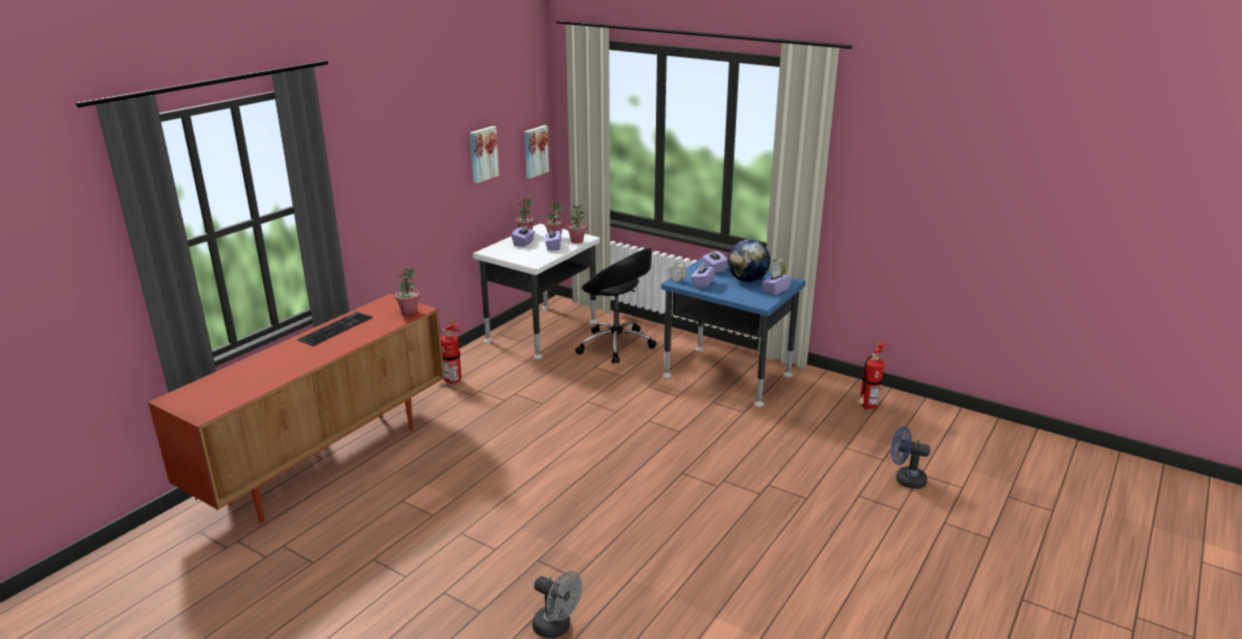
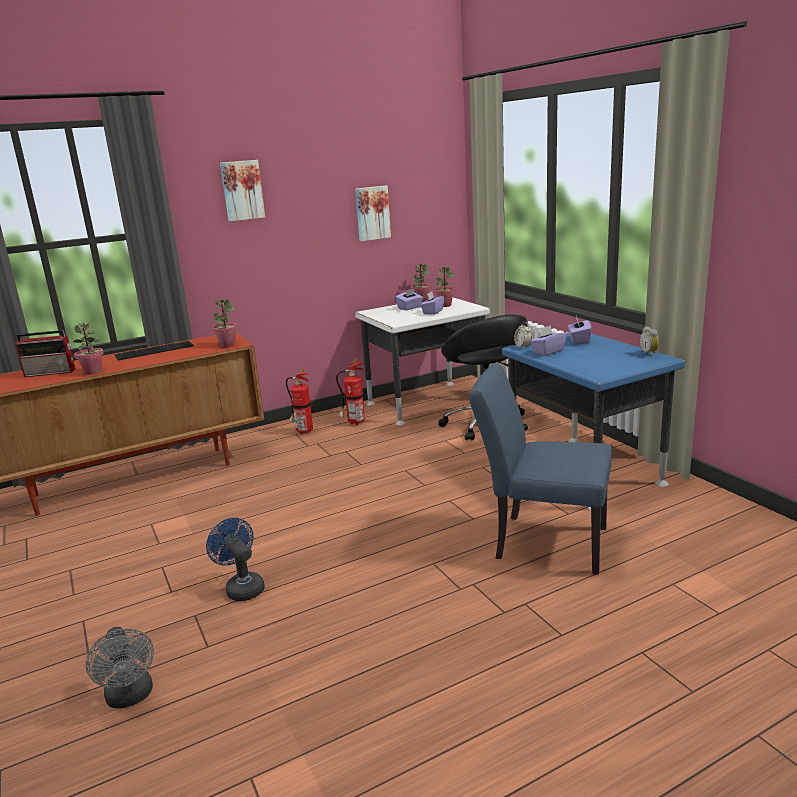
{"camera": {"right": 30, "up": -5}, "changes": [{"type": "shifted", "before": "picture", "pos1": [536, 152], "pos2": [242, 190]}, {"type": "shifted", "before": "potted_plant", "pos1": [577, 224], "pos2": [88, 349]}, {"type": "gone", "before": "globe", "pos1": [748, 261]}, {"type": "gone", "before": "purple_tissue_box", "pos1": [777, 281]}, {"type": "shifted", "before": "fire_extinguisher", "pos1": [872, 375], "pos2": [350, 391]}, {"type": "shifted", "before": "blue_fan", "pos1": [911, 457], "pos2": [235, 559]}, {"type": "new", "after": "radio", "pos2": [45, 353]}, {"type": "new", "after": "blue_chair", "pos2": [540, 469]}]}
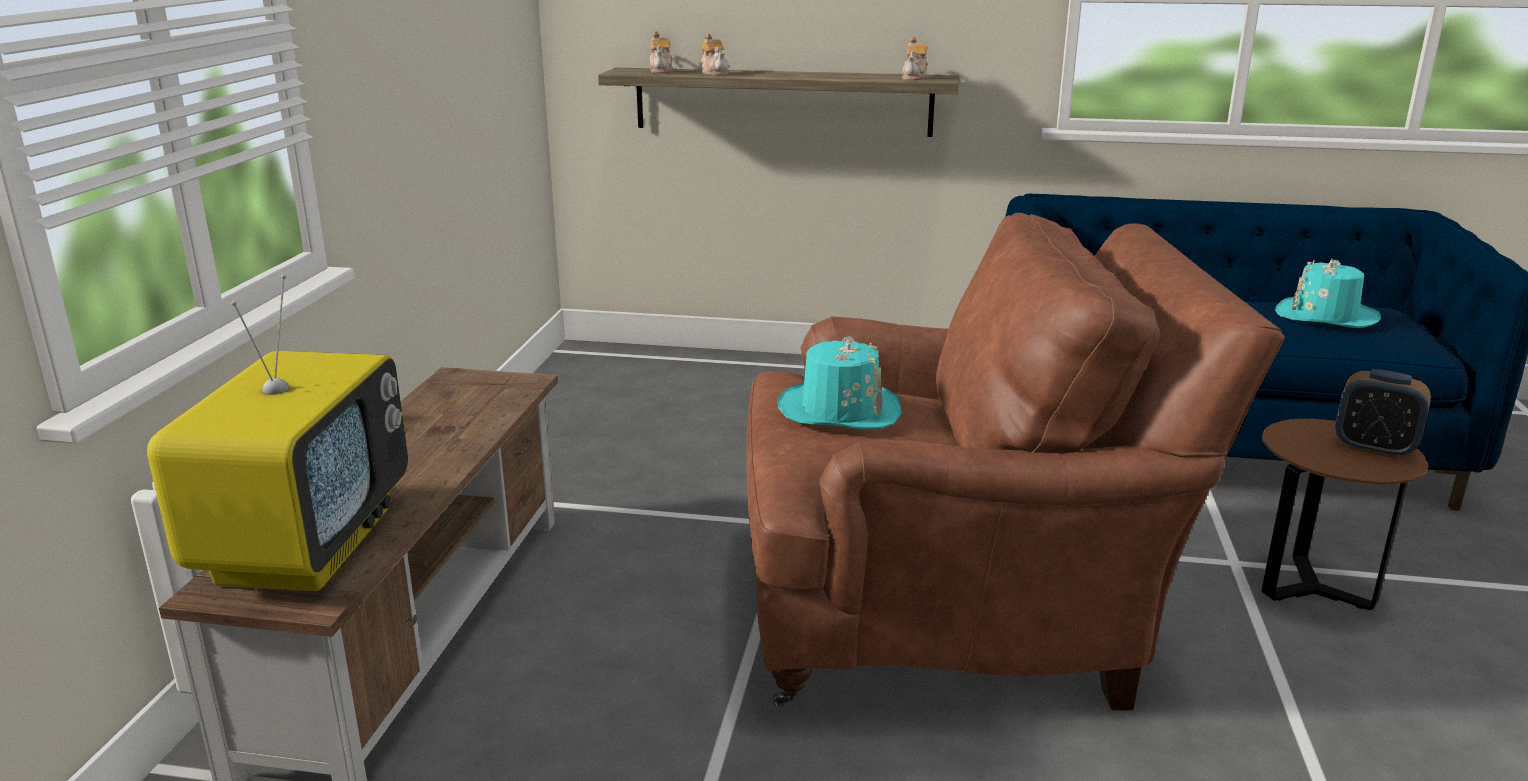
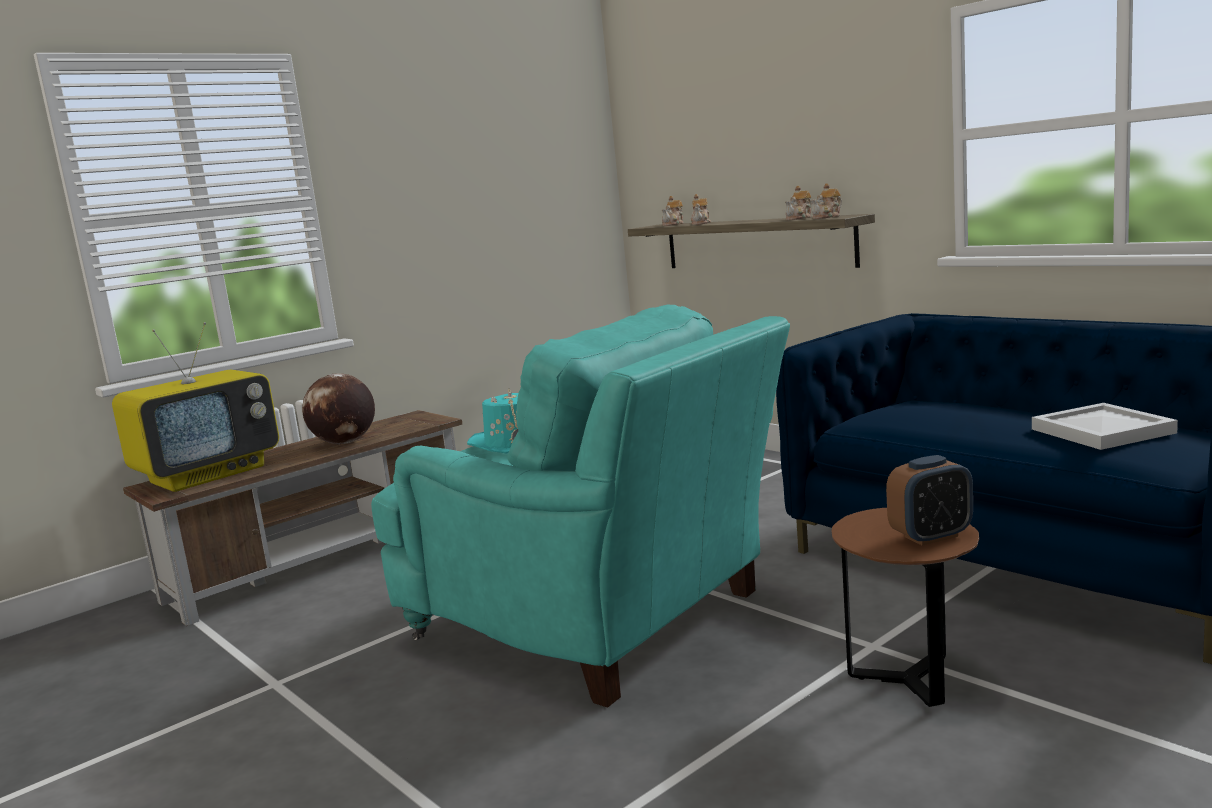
{"camera": {"right": 40, "up": -10}, "changes": [{"type": "repainted", "before": "brown_armchair", "after": "turquoise_armchair", "pos1": [1015, 462], "pos2": [580, 506]}, {"type": "swapped", "before": "turquoise_hat", "after": "white_tray", "pos1": [1328, 293], "pos2": [1105, 426]}, {"type": "rotated", "before": "alarm_clock", "pos1": [1383, 414], "pos2": [929, 500], "turn": -90}, {"type": "new", "after": "globe", "pos2": [338, 408]}, {"type": "new", "after": "teapot", "pos2": [798, 203]}]}
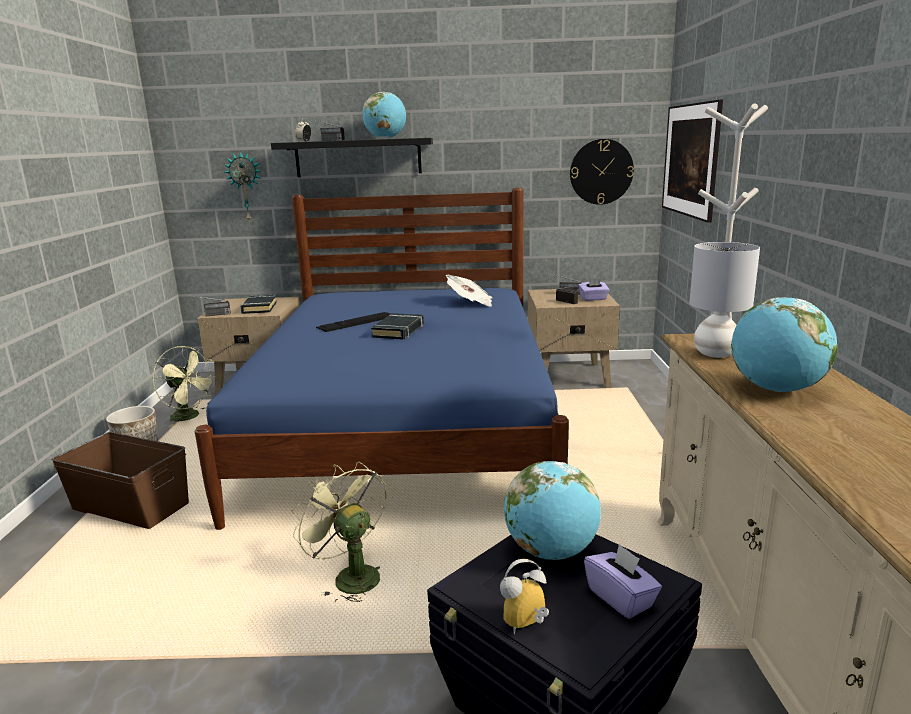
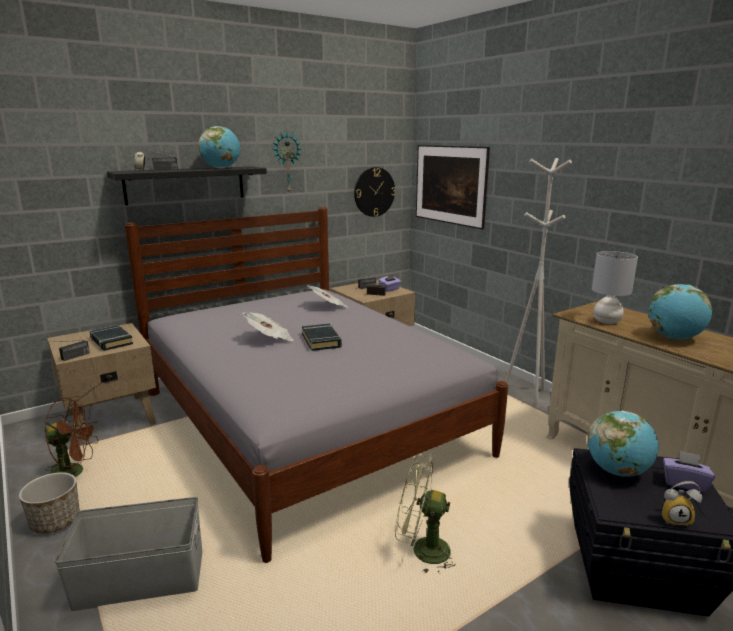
{"camera": {"right": -35, "up": 0}, "changes": [{"type": "repainted", "before": "brown_storage_box", "after": "grey_storage_box", "pos1": [120, 480], "pos2": [128, 554]}, {"type": "repainted", "before": "green_fan", "after": "brown_fan", "pos1": [184, 386], "pos2": [71, 436]}, {"type": "repainted", "before": "blue_bed", "after": "grey_bed", "pos1": [382, 358], "pos2": [316, 385]}, {"type": "shifted", "before": "wall_clock", "pos1": [242, 186], "pos2": [286, 163]}, {"type": "swapped", "before": "keyboard", "after": "newspaper", "pos1": [353, 322], "pos2": [268, 326]}, {"type": "rotated", "before": "alarm_clock", "pos1": [524, 596], "pos2": [682, 504], "turn": -105}]}
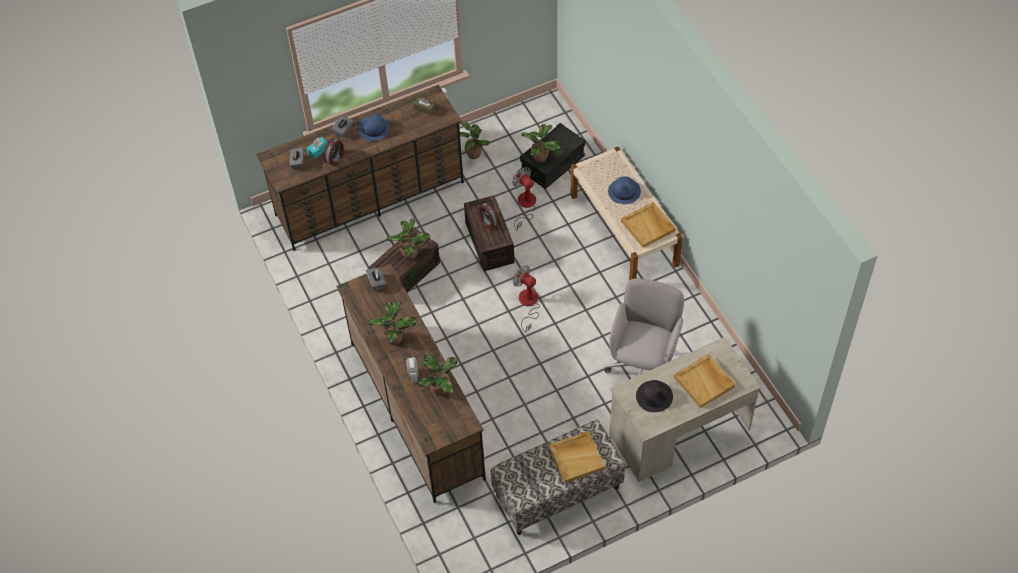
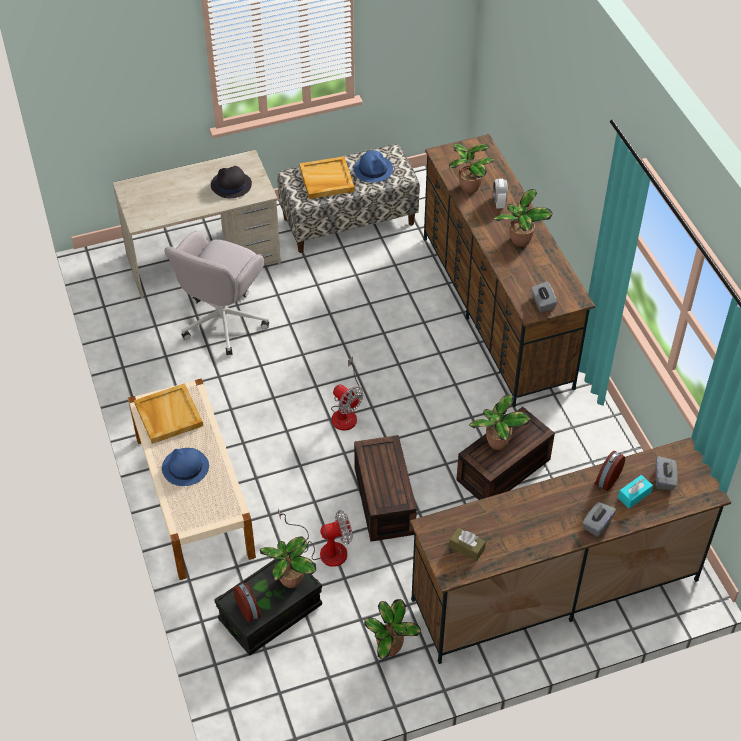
{"camera": {"right": -175, "up": -5}, "changes": [{"type": "shifted", "before": "blue_hat", "pos1": [374, 127], "pos2": [373, 166]}, {"type": "shifted", "before": "alarm_clock", "pos1": [489, 215], "pos2": [247, 602]}, {"type": "rotated", "before": "fan", "pos1": [524, 198], "pos2": [315, 537], "turn": -75}, {"type": "gone", "before": "beige_tray", "pos1": [704, 381]}]}
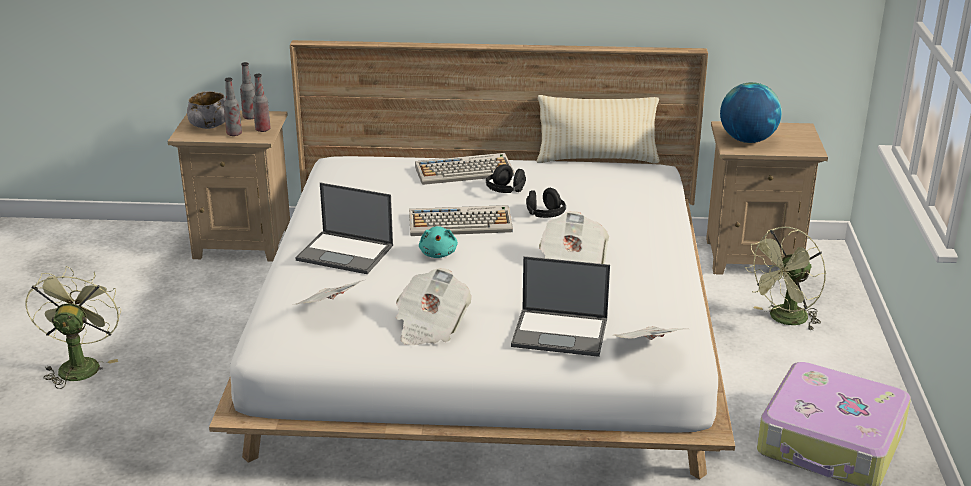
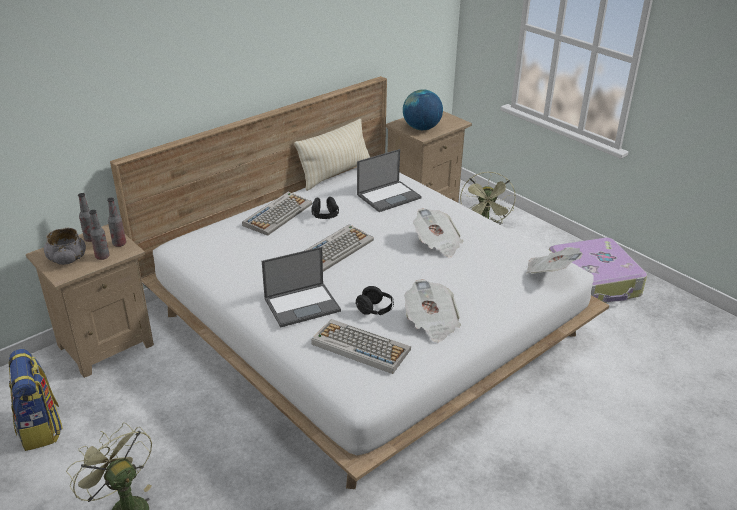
{"camera": {"right": -45, "up": 5}, "changes": [{"type": "swapped", "before": "newspaper", "after": "keyboard", "pos1": [329, 292], "pos2": [361, 346]}, {"type": "gone", "before": "turquoise_plush_toy", "pos1": [438, 242]}, {"type": "shifted", "before": "laptop", "pos1": [560, 306], "pos2": [389, 180]}, {"type": "shifted", "before": "black_headphones", "pos1": [546, 203], "pos2": [374, 300]}, {"type": "new", "after": "backpack", "pos2": [36, 400]}]}
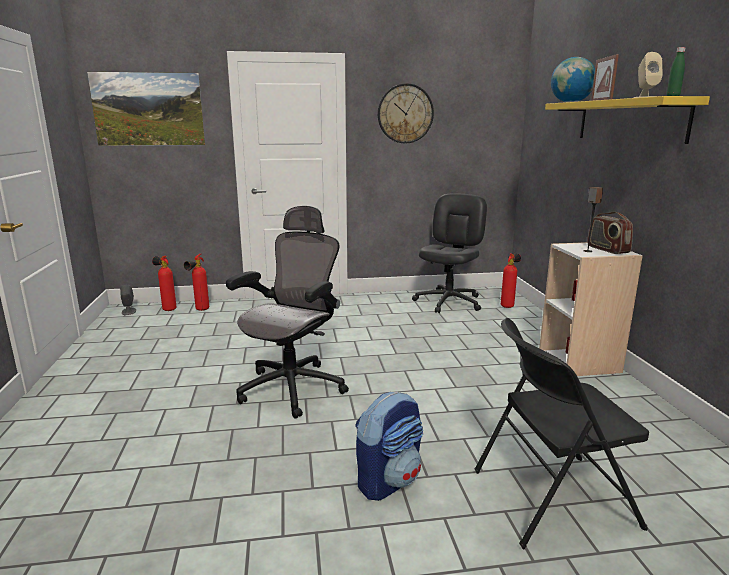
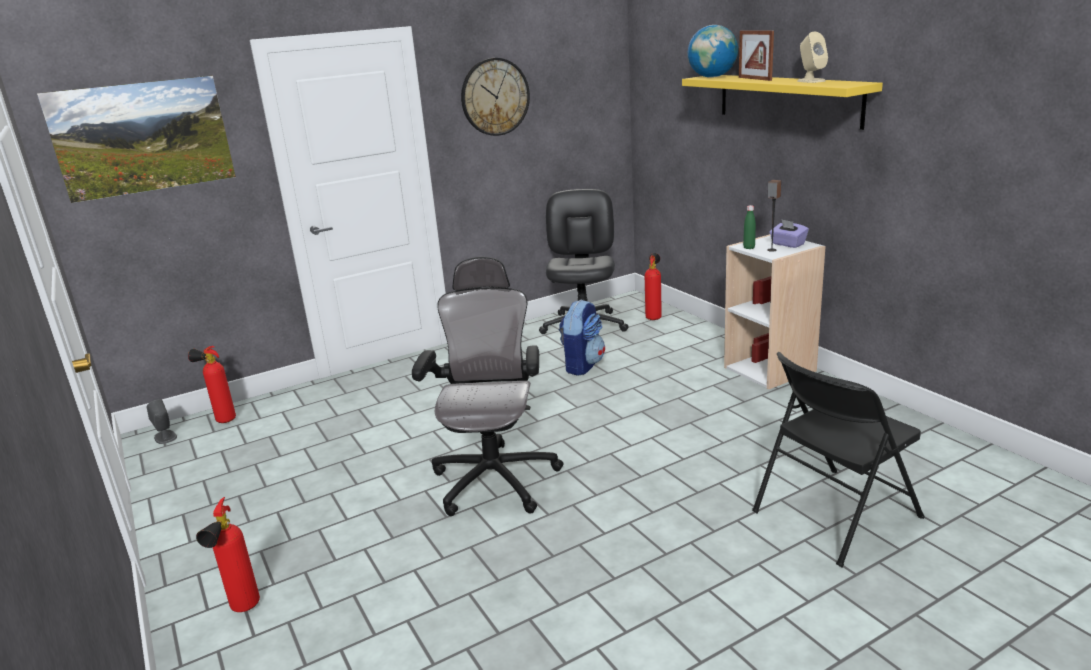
{"camera": {"right": -20, "up": 5}, "changes": [{"type": "shifted", "before": "fire_extinguisher", "pos1": [196, 282], "pos2": [228, 554]}, {"type": "shifted", "before": "backpack", "pos1": [389, 446], "pos2": [582, 338]}, {"type": "swapped", "before": "radio", "after": "purple_tissue_box", "pos1": [610, 233], "pos2": [789, 233]}, {"type": "shifted", "before": "green_bottle", "pos1": [676, 71], "pos2": [749, 227]}]}
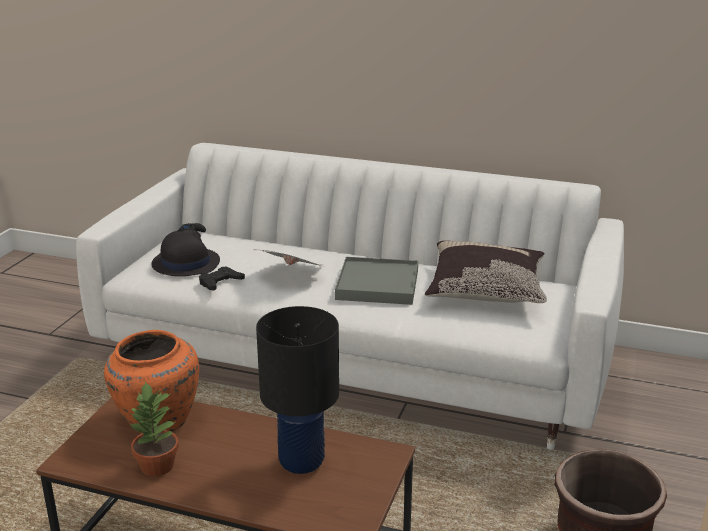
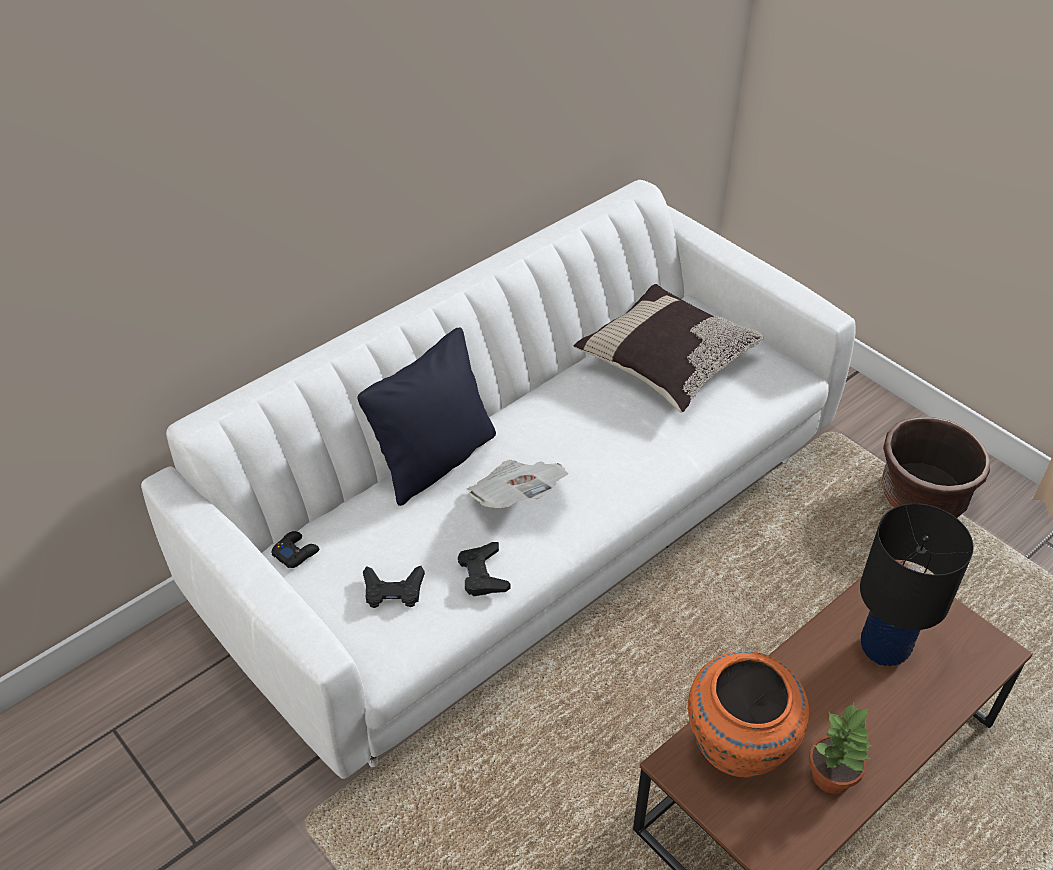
{"camera": {"right": -60, "up": 20}, "changes": [{"type": "swapped", "before": "black_hat", "after": "black_game_controller", "pos1": [185, 253], "pos2": [394, 587]}, {"type": "gone", "before": "grey_tray", "pos1": [376, 281]}, {"type": "new", "after": "black_pillow", "pos2": [427, 416]}]}
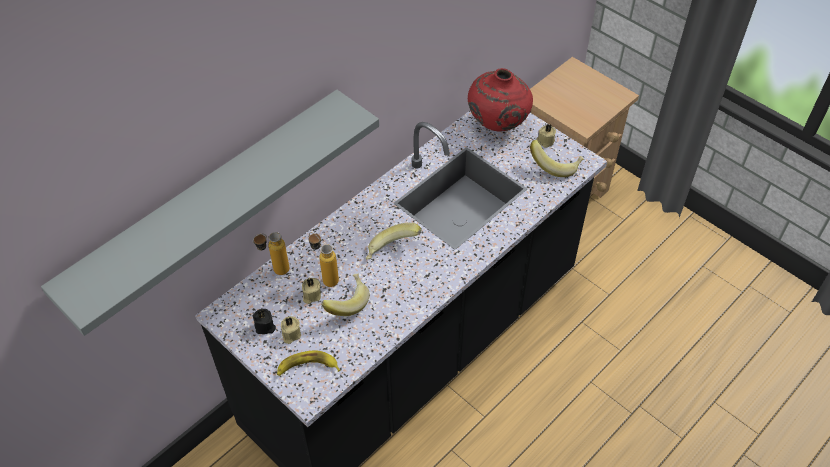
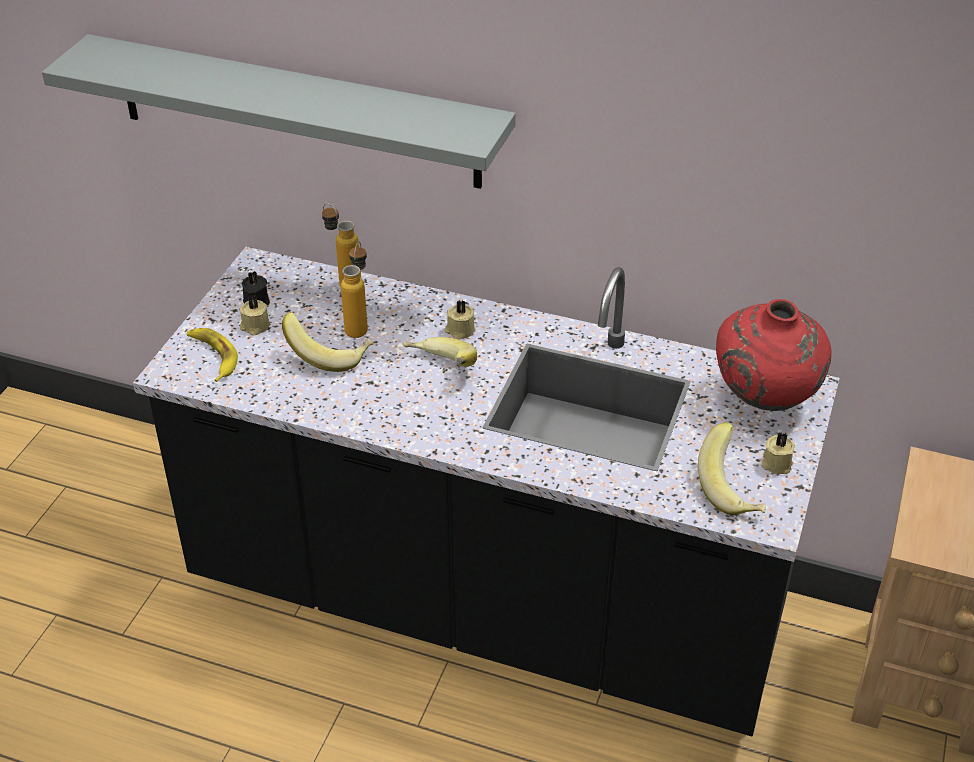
{"camera": {"right": 65, "up": -10}, "changes": [{"type": "shifted", "before": "beige_candle", "pos1": [311, 291], "pos2": [460, 320]}]}
